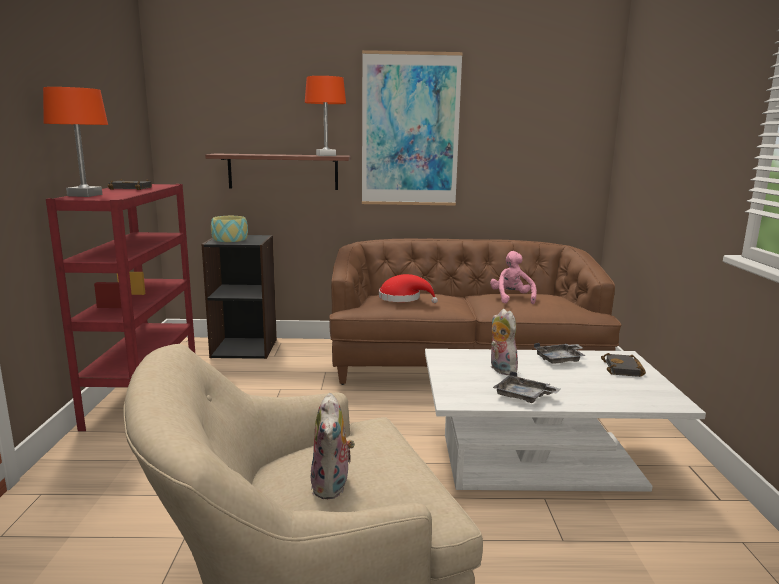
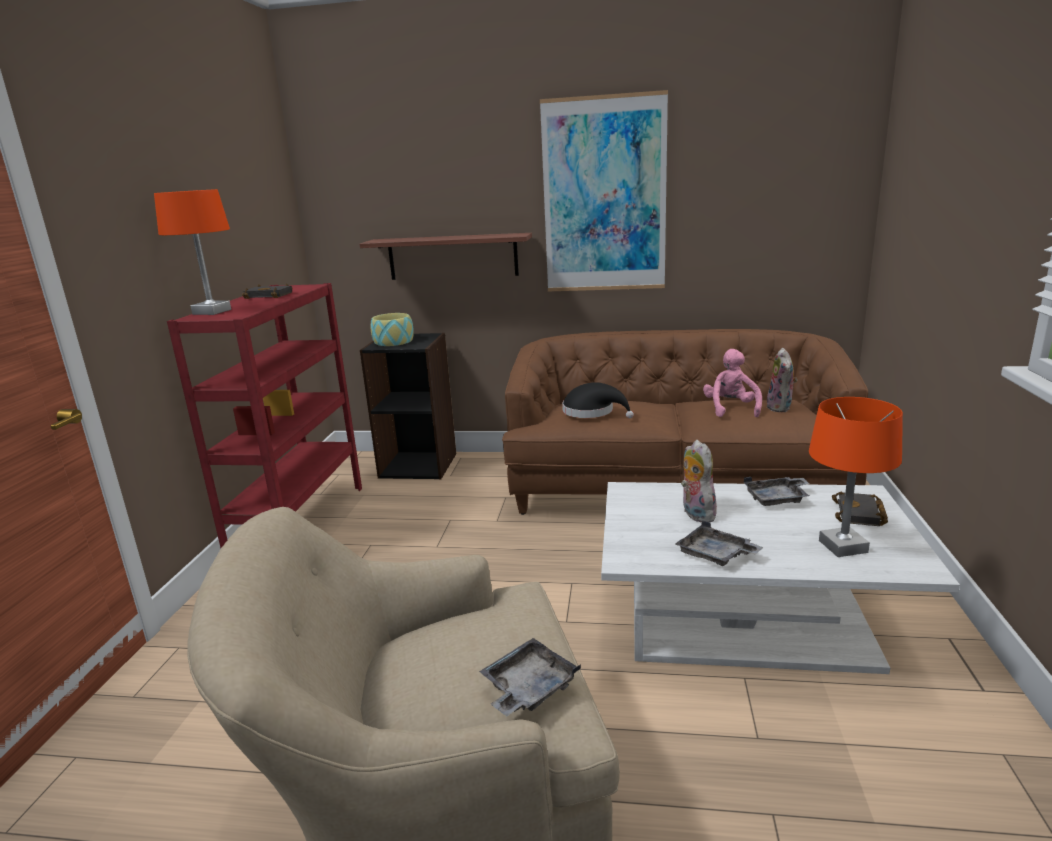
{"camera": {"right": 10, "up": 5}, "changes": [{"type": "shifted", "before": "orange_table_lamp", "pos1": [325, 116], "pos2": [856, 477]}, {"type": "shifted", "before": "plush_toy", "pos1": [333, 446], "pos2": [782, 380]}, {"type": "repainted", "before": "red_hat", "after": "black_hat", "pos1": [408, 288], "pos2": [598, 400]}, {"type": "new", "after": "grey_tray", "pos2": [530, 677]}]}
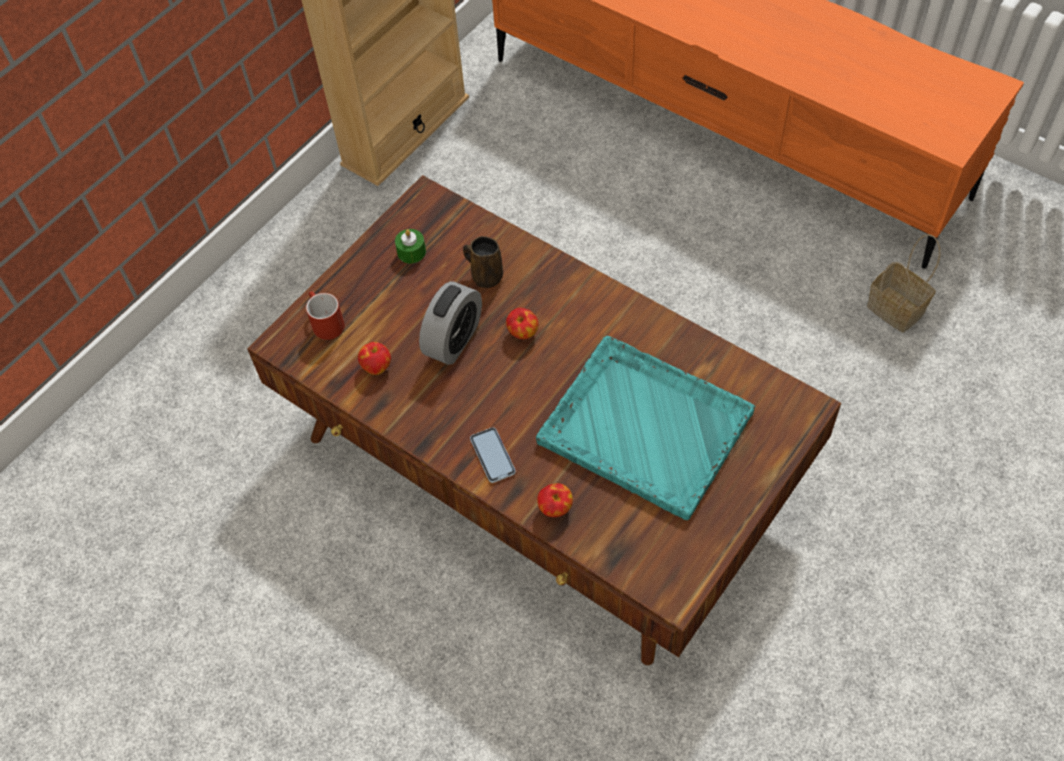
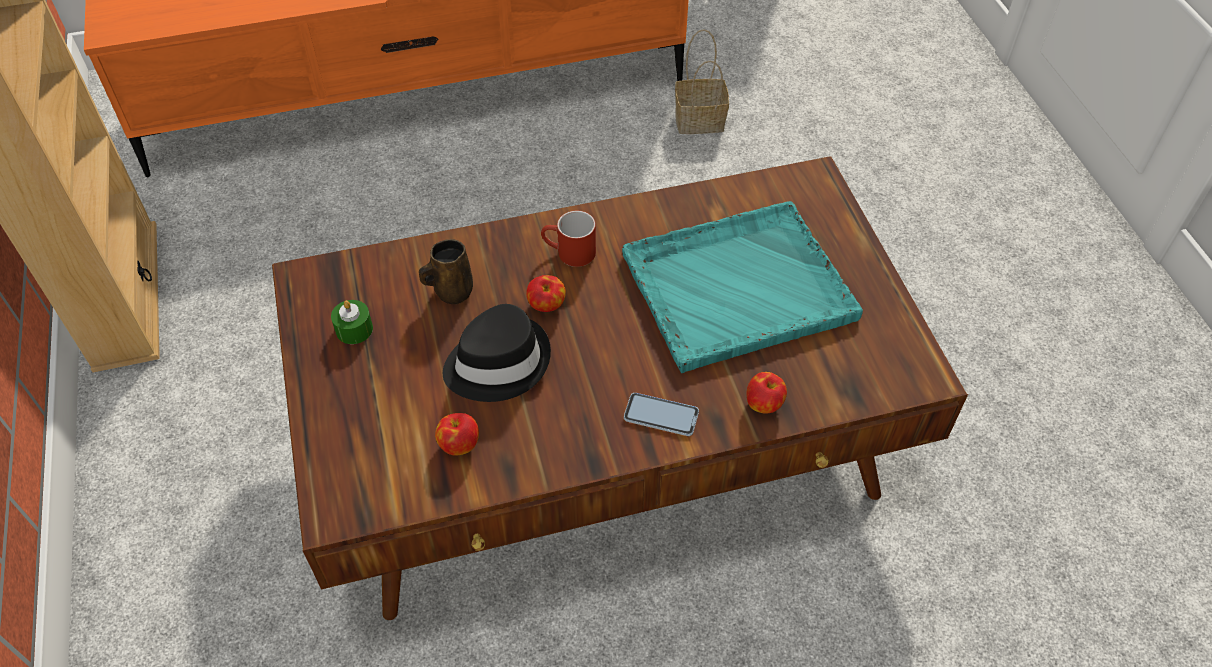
{"camera": {"right": -55, "up": -5}, "changes": [{"type": "shifted", "before": "red_mug", "pos1": [325, 315], "pos2": [568, 239]}, {"type": "swapped", "before": "alarm_clock", "after": "black_hat", "pos1": [450, 323], "pos2": [497, 353]}]}
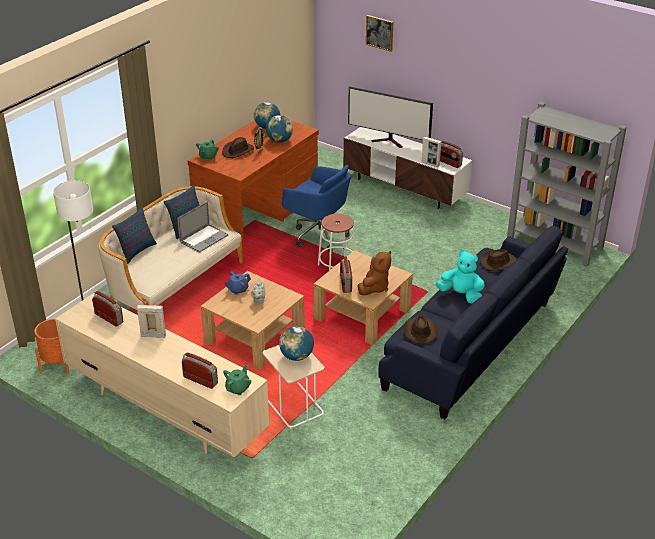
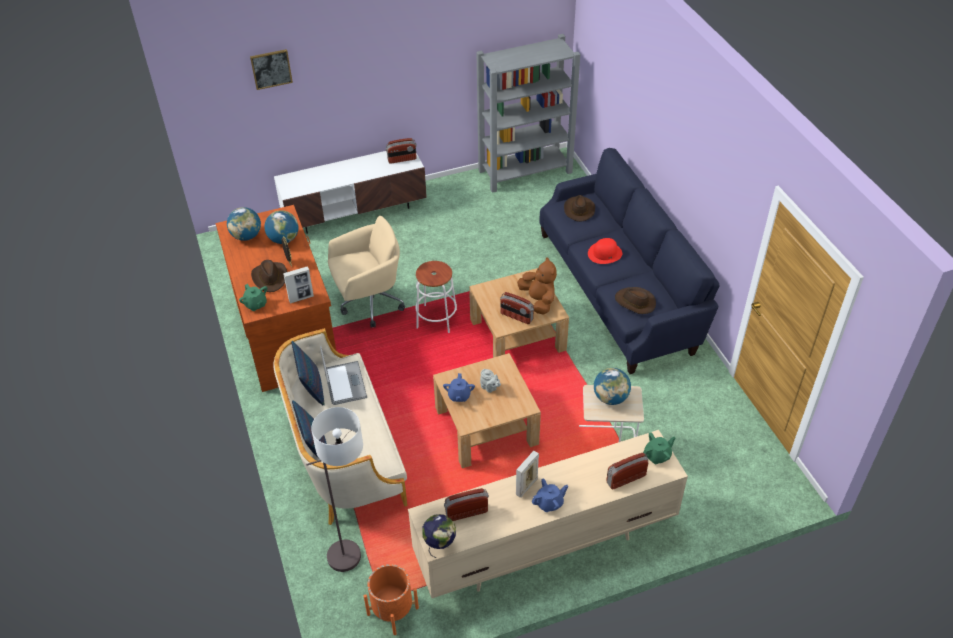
{"camera": {"right": -55, "up": 10}, "changes": [{"type": "rotated", "before": "green_teapot", "pos1": [237, 380], "pos2": [659, 448], "turn": 90}, {"type": "repainted", "before": "blue_office_chair", "after": "beige_office_chair", "pos1": [316, 208], "pos2": [366, 271]}, {"type": "gone", "before": "television", "pos1": [390, 117]}, {"type": "shifted", "before": "picture_frame", "pos1": [432, 152], "pos2": [298, 284]}, {"type": "swapped", "before": "turquoise_plush_toy", "after": "red_hat", "pos1": [460, 276], "pos2": [605, 251]}, {"type": "new", "after": "globe", "pos2": [439, 536]}, {"type": "new", "after": "blue_teapot", "pos2": [550, 495]}]}
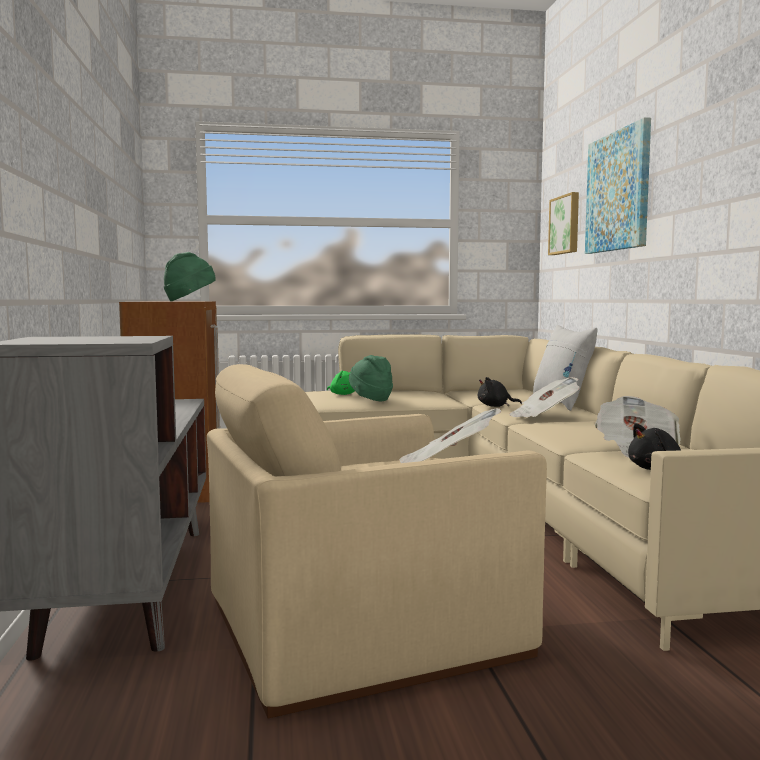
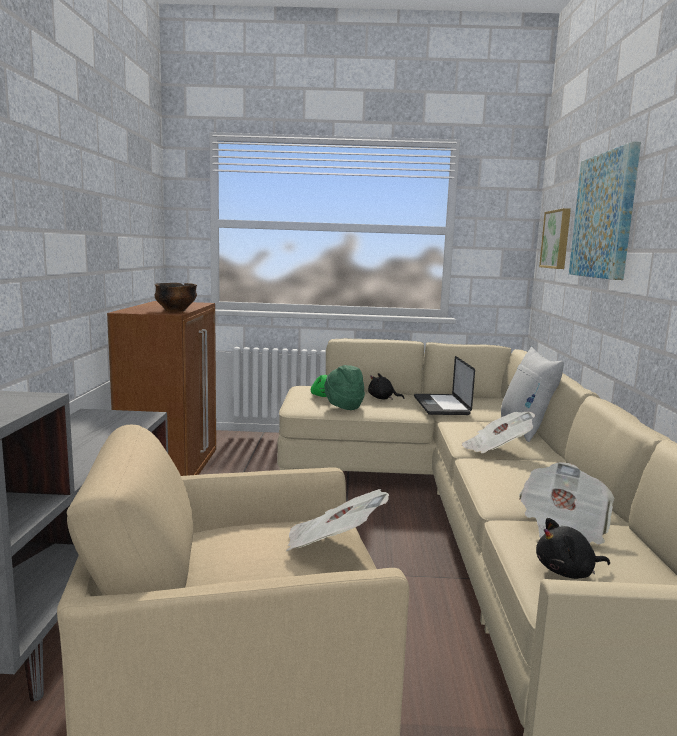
{"camera": {"right": 10, "up": 5}, "changes": [{"type": "swapped", "before": "green_hat", "after": "bowl", "pos1": [190, 276], "pos2": [176, 297]}, {"type": "shifted", "before": "black_plush_toy", "pos1": [500, 392], "pos2": [386, 386]}, {"type": "new", "after": "laptop", "pos2": [444, 385]}]}
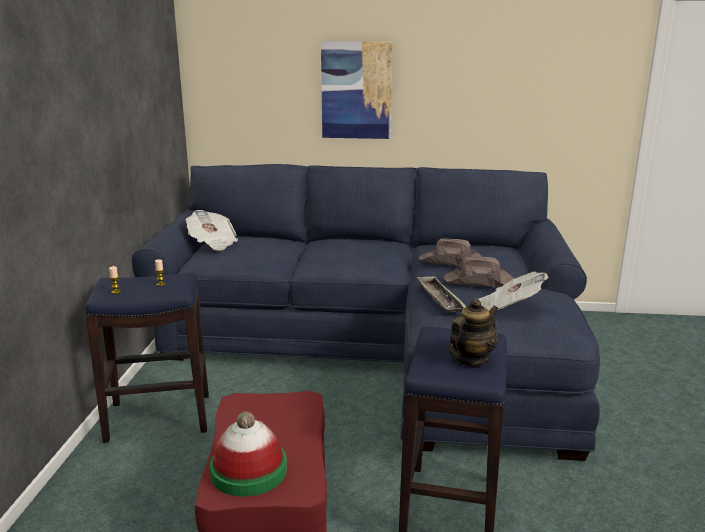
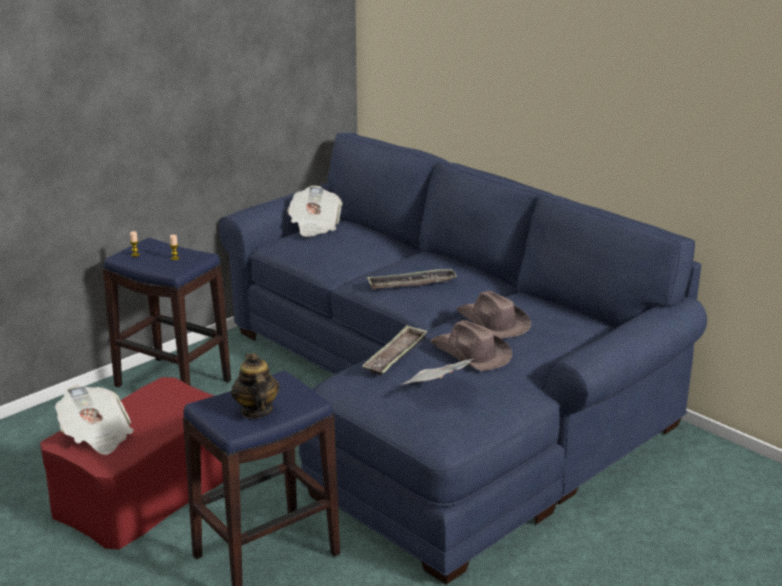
{"camera": {"right": 40, "up": 5}, "changes": [{"type": "swapped", "before": "hat", "after": "newspaper", "pos1": [248, 454], "pos2": [94, 420]}, {"type": "gone", "before": "picture", "pos1": [357, 90]}, {"type": "rotated", "before": "teapot", "pos1": [473, 332], "pos2": [255, 386], "turn": -105}, {"type": "new", "after": "tray", "pos2": [412, 279]}]}
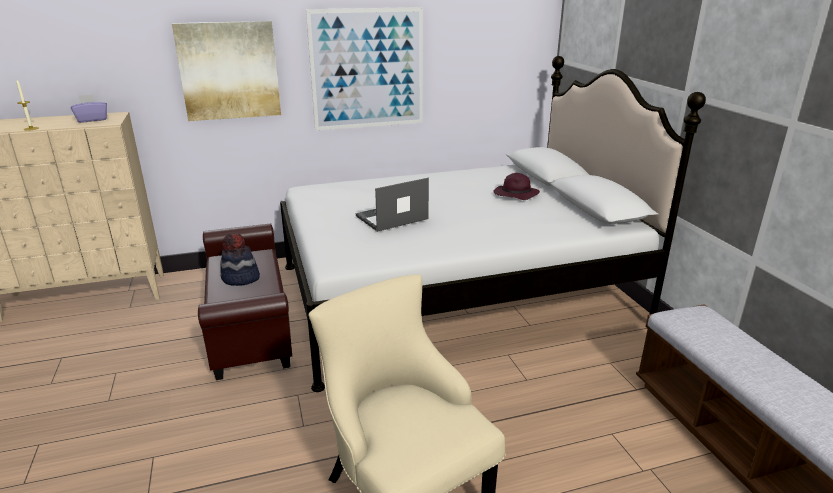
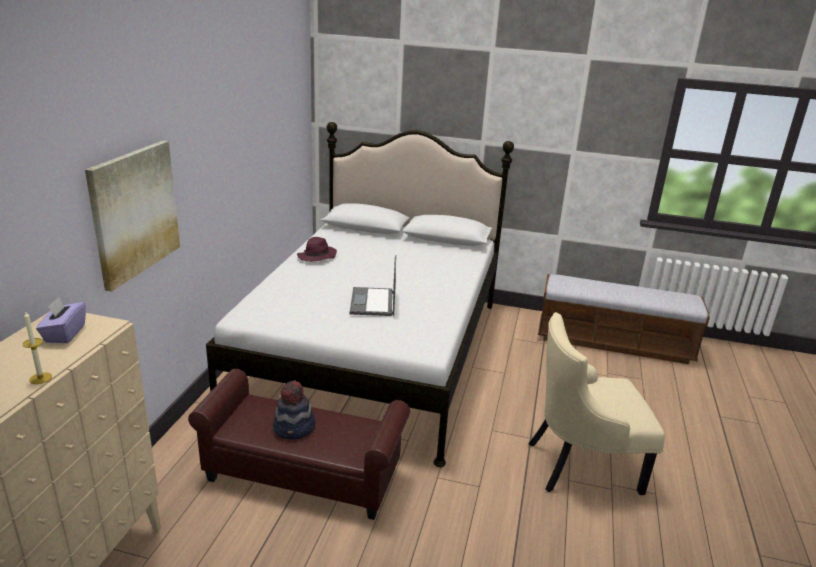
{"camera": {"right": -60, "up": 0}, "changes": [{"type": "gone", "before": "picture", "pos1": [364, 69]}, {"type": "shifted", "before": "purple_hat", "pos1": [516, 186], "pos2": [317, 249]}]}
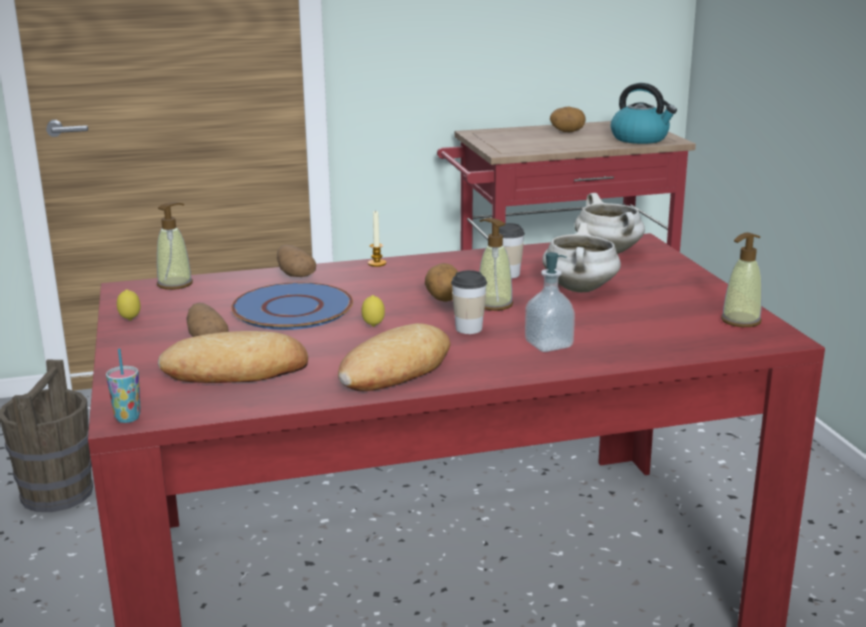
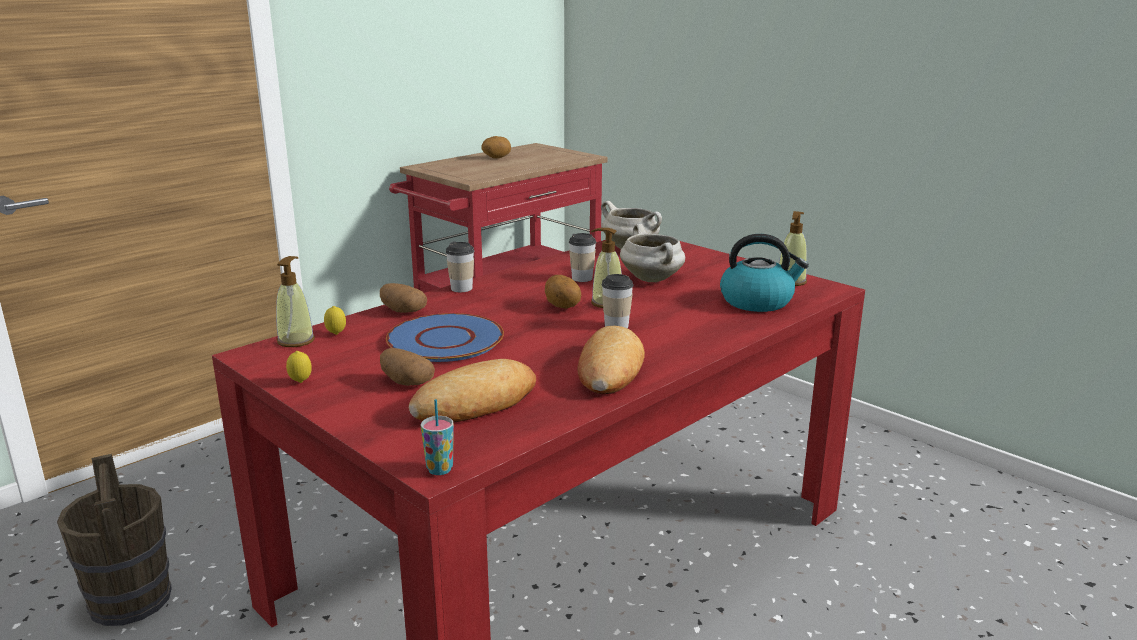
{"camera": {"right": -30, "up": 0}, "changes": [{"type": "shifted", "before": "lemon", "pos1": [373, 311], "pos2": [335, 320]}, {"type": "swapped", "before": "candle", "after": "cup", "pos1": [377, 238], "pos2": [460, 267]}, {"type": "gone", "before": "soap_dispenser", "pos1": [550, 302]}, {"type": "shifted", "before": "kettle", "pos1": [644, 113], "pos2": [764, 273]}]}
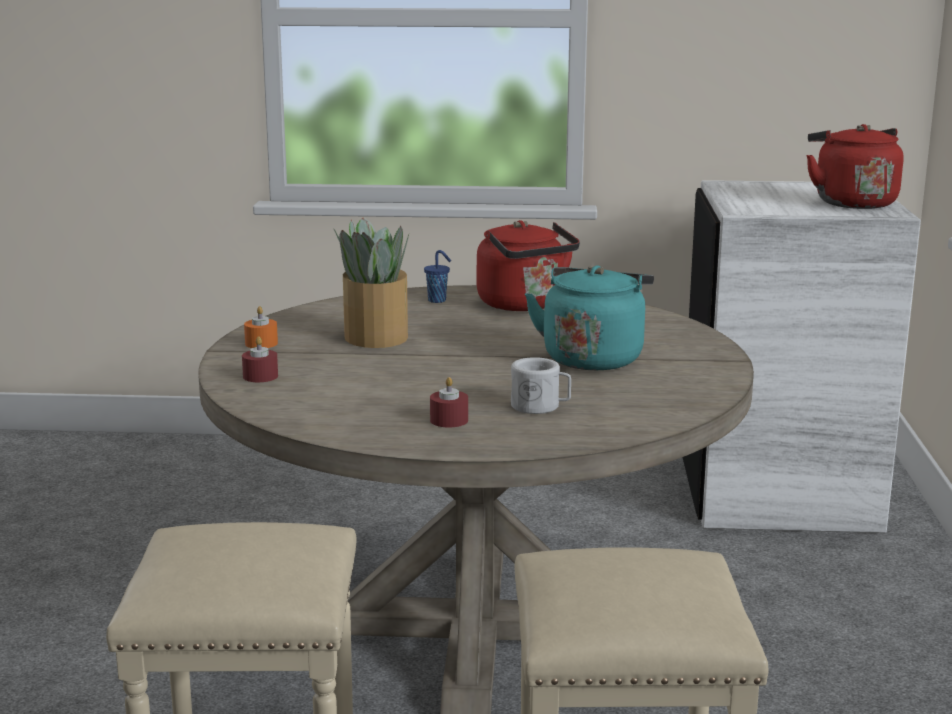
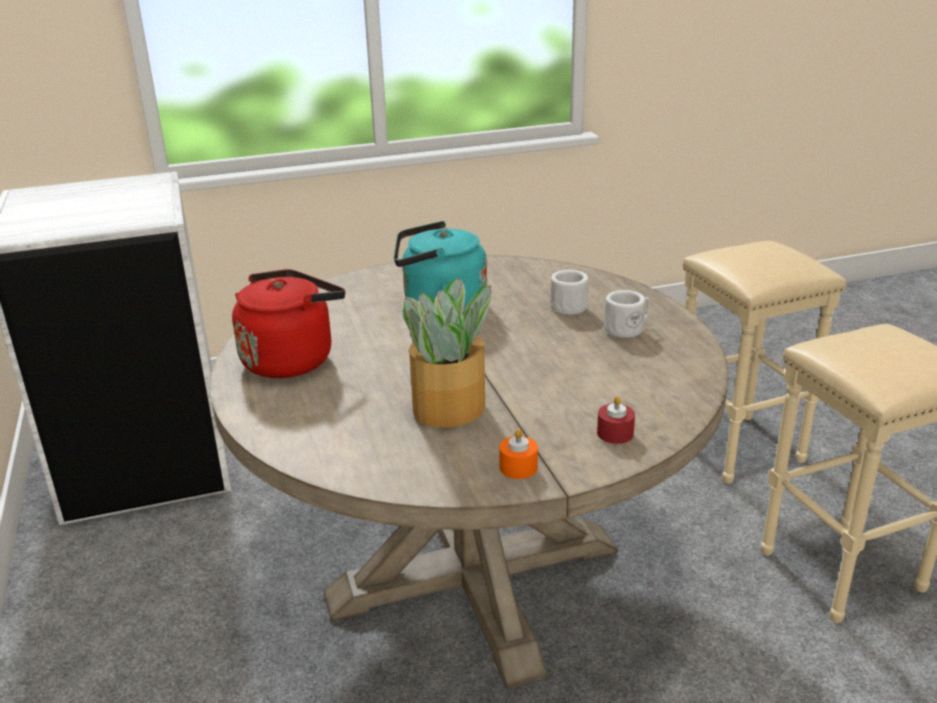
{"camera": {"right": -110, "up": 10}, "changes": [{"type": "gone", "before": "blue_cup", "pos1": [437, 276]}, {"type": "swapped", "before": "red_candle", "after": "white_mug", "pos1": [449, 402], "pos2": [627, 314]}, {"type": "gone", "before": "red_kettle", "pos1": [854, 166]}]}
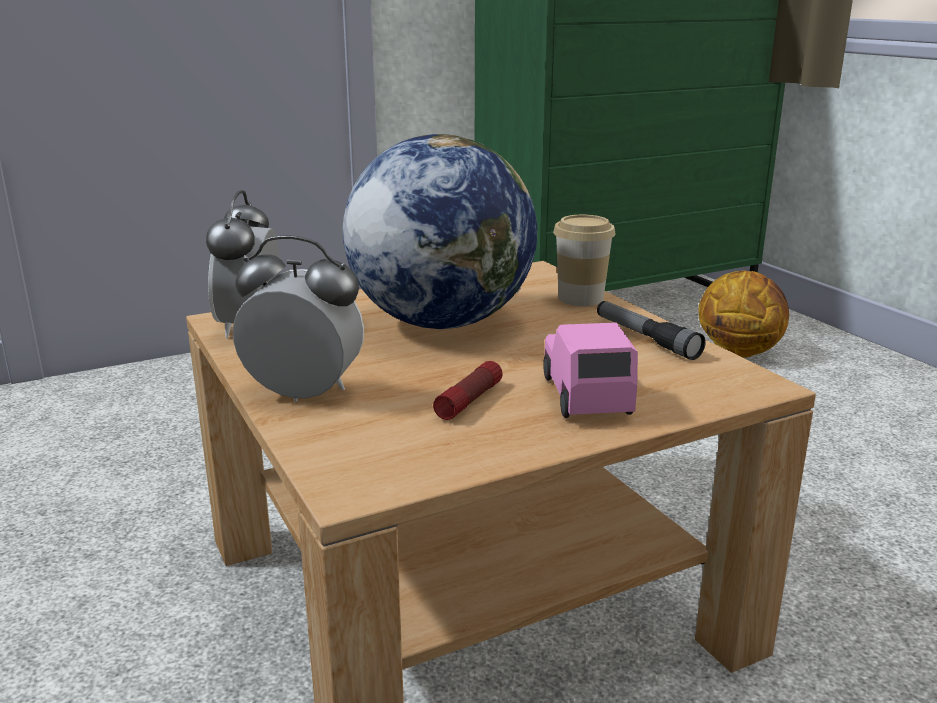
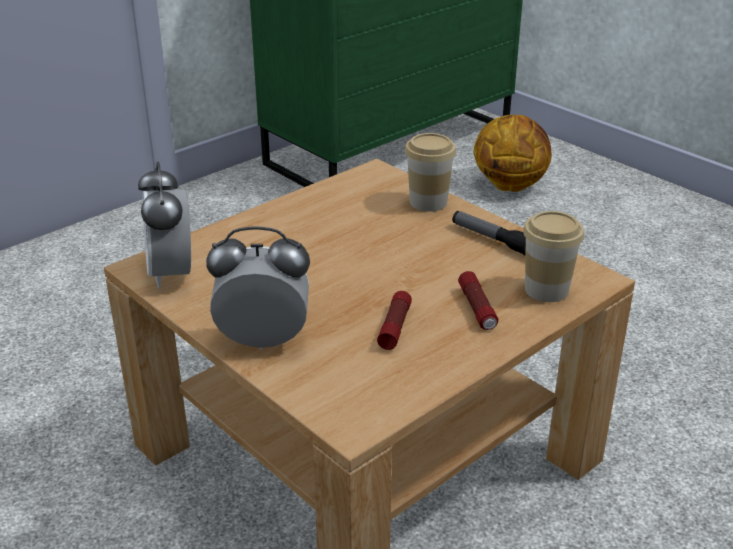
{"camera": {"right": -15, "up": 10}, "changes": [{"type": "gone", "before": "globe", "pos1": [440, 231]}, {"type": "swapped", "before": "pink_toy_car", "after": "flashlight", "pos1": [590, 370], "pos2": [478, 300]}, {"type": "new", "after": "cup", "pos2": [553, 256]}]}
